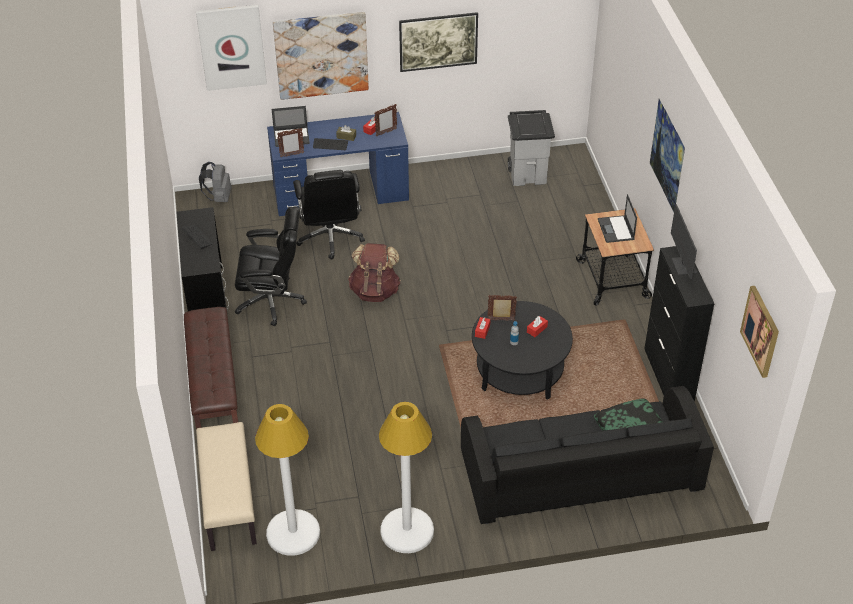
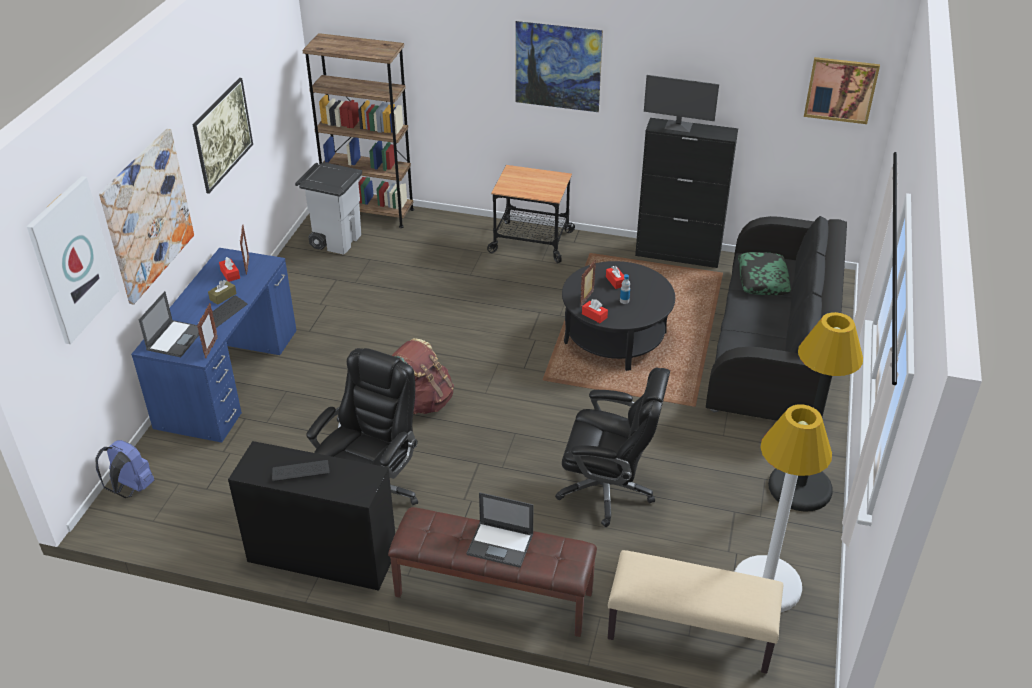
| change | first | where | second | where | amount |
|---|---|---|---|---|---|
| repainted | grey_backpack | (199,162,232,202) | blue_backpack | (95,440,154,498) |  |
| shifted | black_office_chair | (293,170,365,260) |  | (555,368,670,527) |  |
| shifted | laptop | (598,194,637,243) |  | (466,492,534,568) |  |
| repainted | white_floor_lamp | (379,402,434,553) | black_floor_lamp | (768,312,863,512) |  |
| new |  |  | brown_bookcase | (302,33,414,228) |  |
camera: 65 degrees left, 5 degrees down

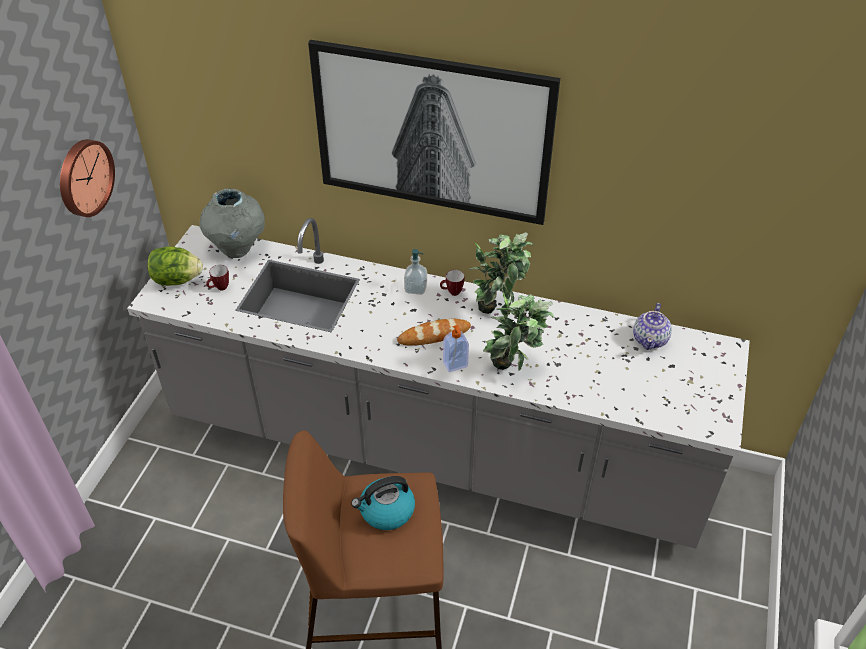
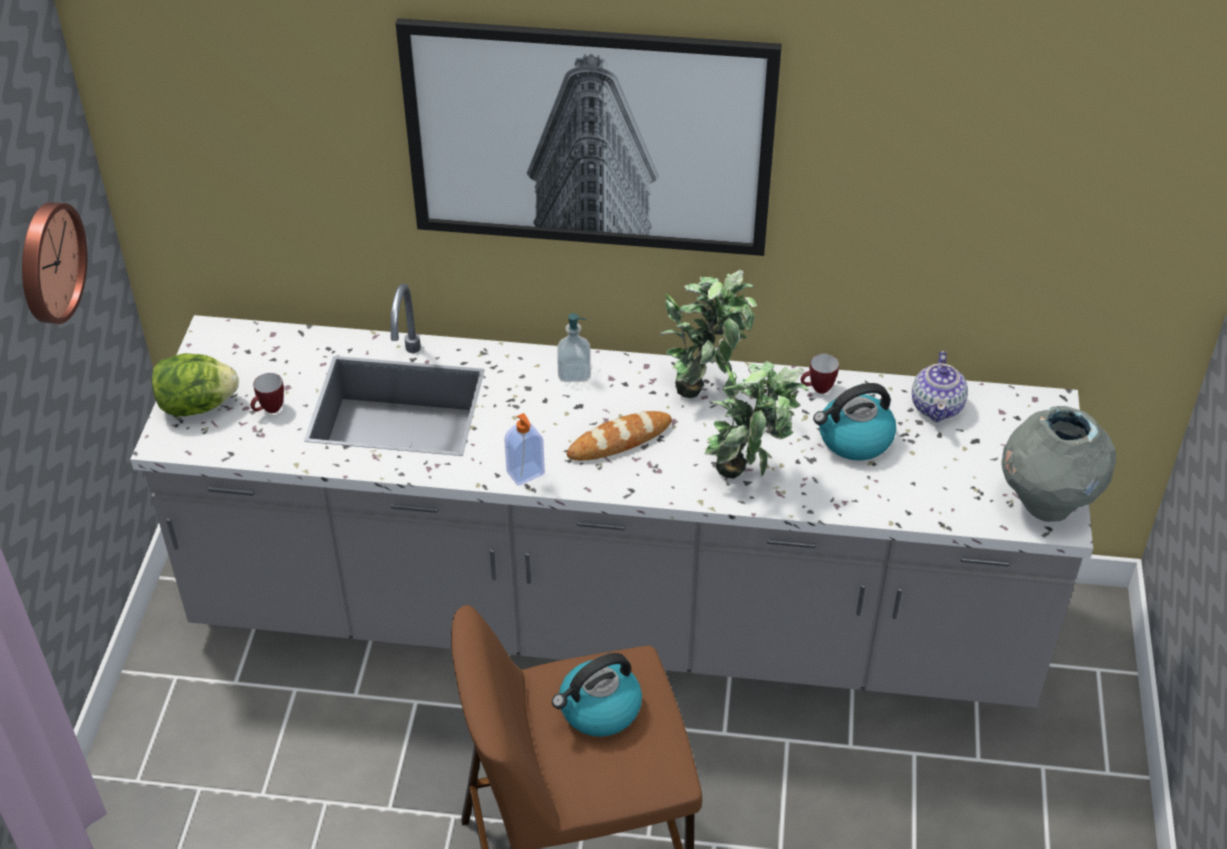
| change | first | where | second | where | amount |
|---|---|---|---|---|---|
| shifted | grey_vase | (199,189,265,258) |  | (1002,406,1116,522) |  |
| shifted | mug | (440,270,464,296) |  | (801,354,839,394) |  |
| shifted | soap_dispenser | (443,325,469,372) |  | (504,413,545,486) |  |
| new |  |  | kettle | (813,383,896,461) |  |
camera: 10 degrees left, 0 degrees up

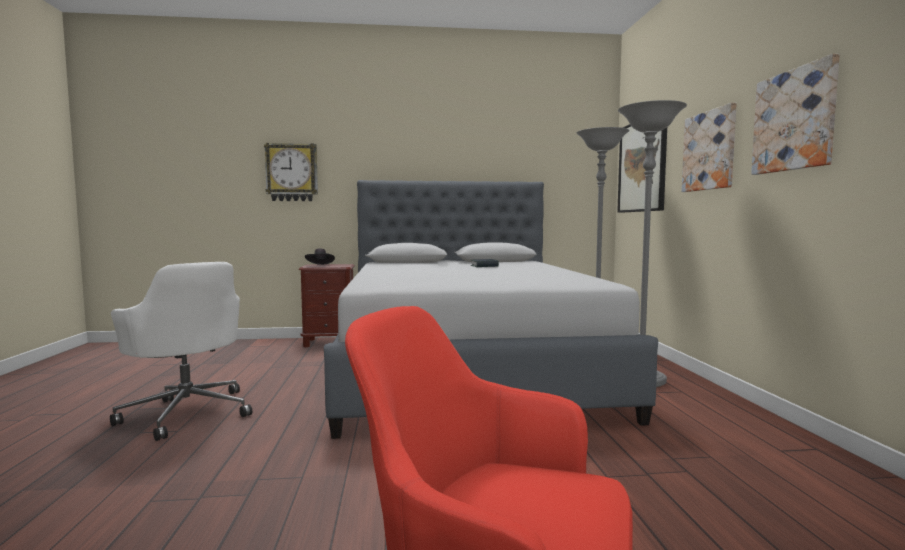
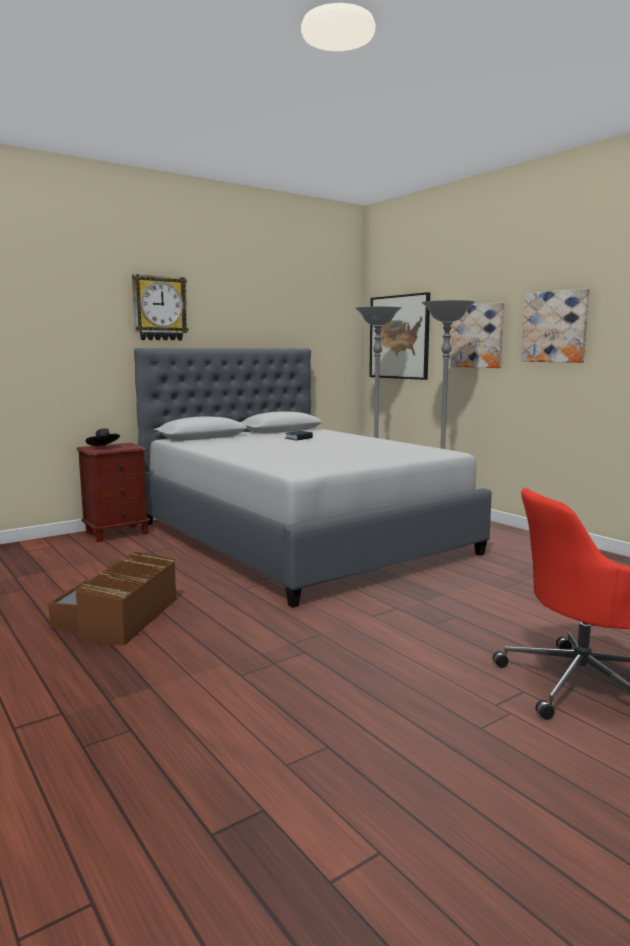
| change | first | where | second | where | amount |
|---|---|---|---|---|---|
| shifted | wall_clock | (264,143,318,201) |  | (132,274,189,340) |  |
| swapped | white_office_chair | (110,262,252,441) | brown_storage_box | (48,552,176,646) |  |
camera: 30 degrees left, 5 degrees up

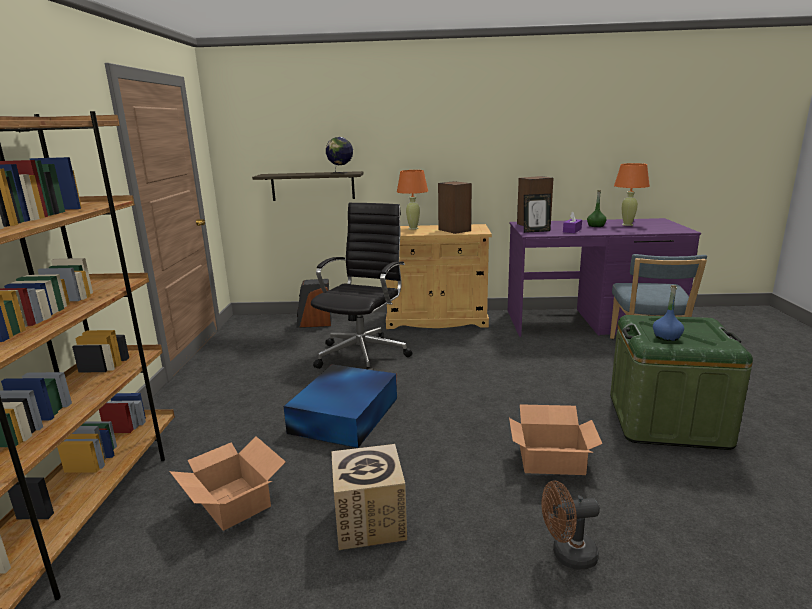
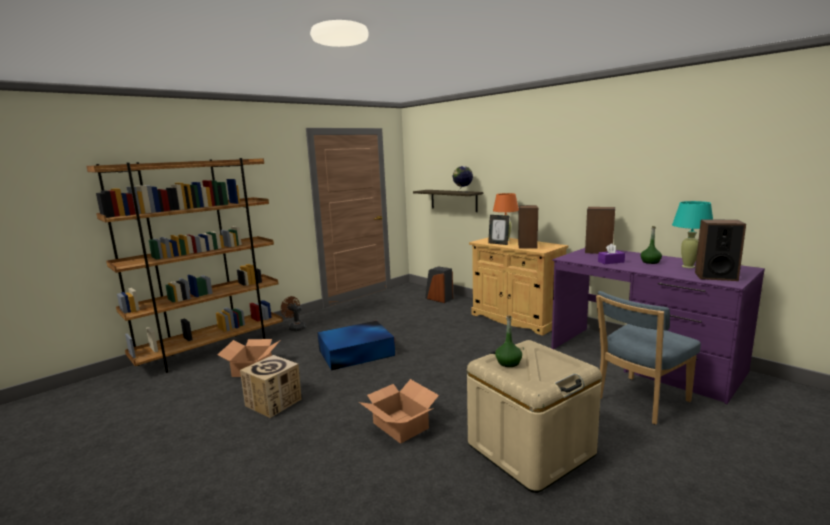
| change | first | where | second | where | amount |
|---|---|---|---|---|---|
| repainted | orange_table_lamp | (614,163,650,226) | turquoise_table_lamp | (672,201,713,268) |  |
| shifted | picture_frame | (524,194,551,233) |  | (488,215,509,245) |  |
| gone | black_office_chair | (311,203,412,370) |  |  |  |
| repainted | blue_bottle | (653,285,684,341) | green_bottle | (495,315,522,367) |  |
| repainted | green_storage_box | (610,315,753,450) | beige_storage_box | (467,340,602,493) |  |
| shifted | brown_fan | (541,480,600,570) |  | (281,296,306,331) |  |
| new |  |  | speaker | (695,219,746,281) |  |
camera: 45 degrees right, 5 degrees down

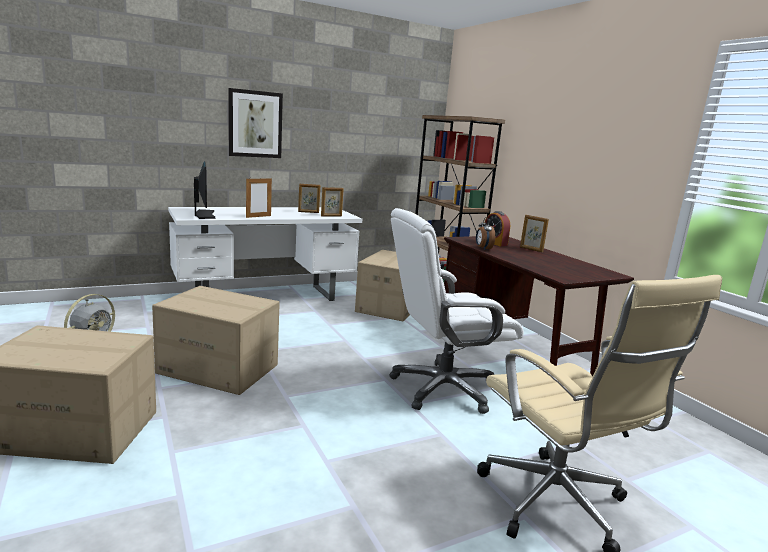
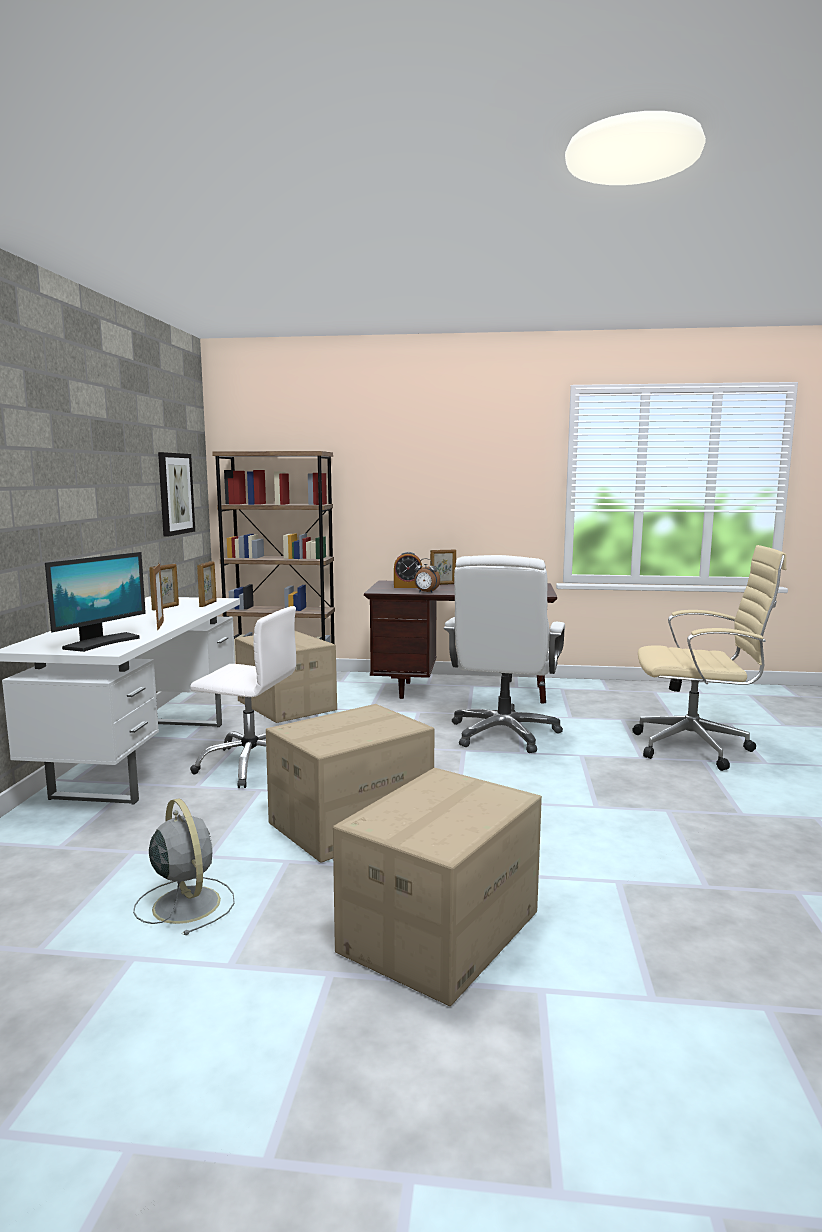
| change | first | where | second | where | amount |
|---|---|---|---|---|---|
| shifted | picture | (228,88,283,158) |  | (158,452,195,537) |  |
| rotated | monitor | (194,161,215,219) |  | (45,552,146,652) | 105 degrees clockwise |
| new |  |  | white_office_chair | (190,606,296,788) |  |
camera: 55 degrees left, 5 degrees down

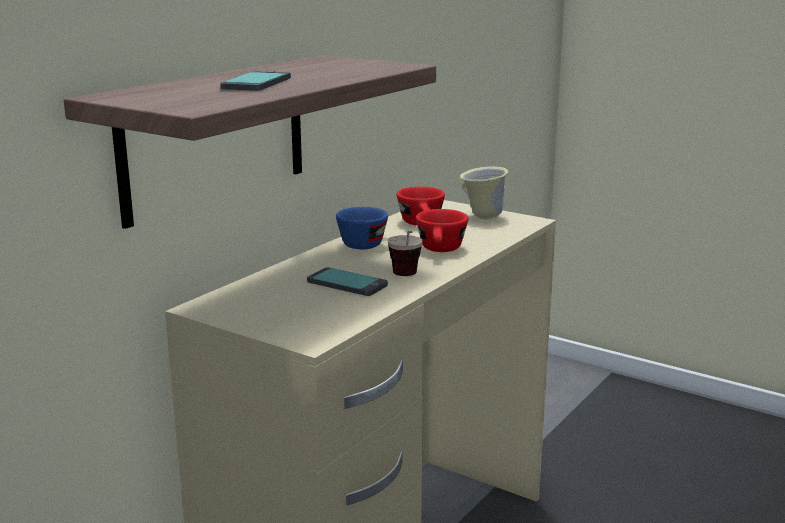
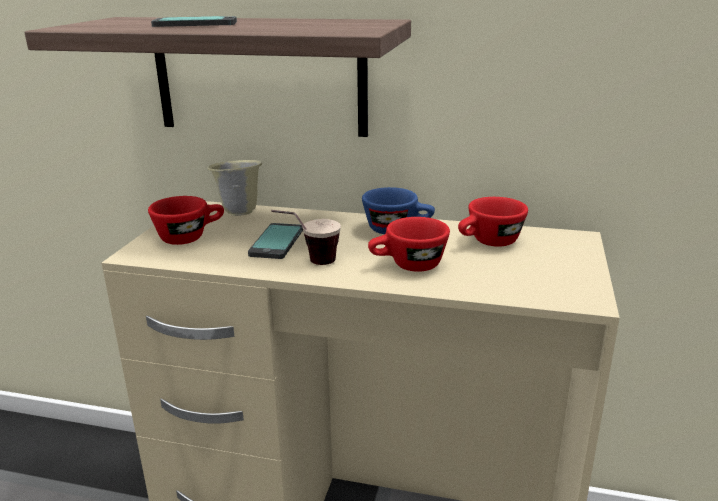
| change | first | where | second | where | amount |
|---|---|---|---|---|---|
| shifted | beige_mug | (460,167,508,220) |  | (207,160,262,216) |  |
| new |  |  | red_cup | (148,196,224,245) |  |
camera: 70 degrees right, 5 degrees up

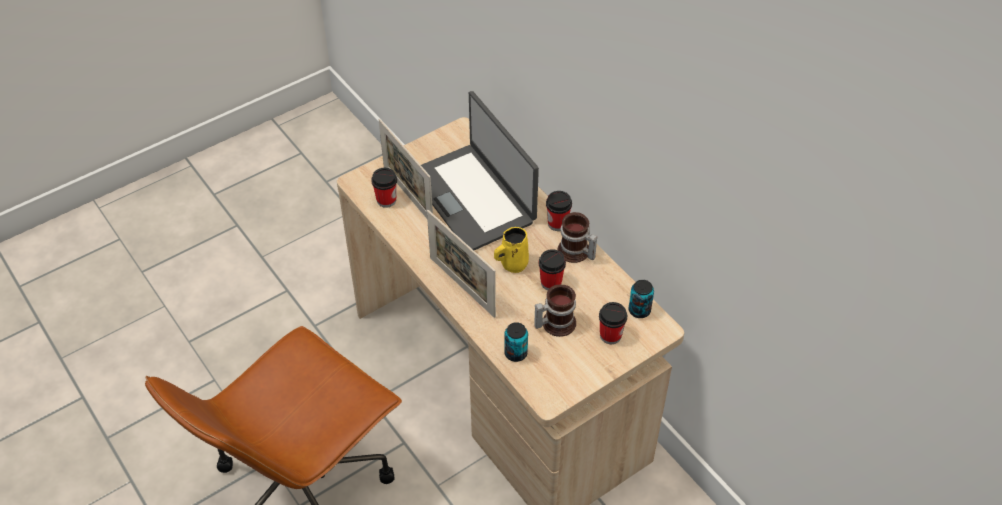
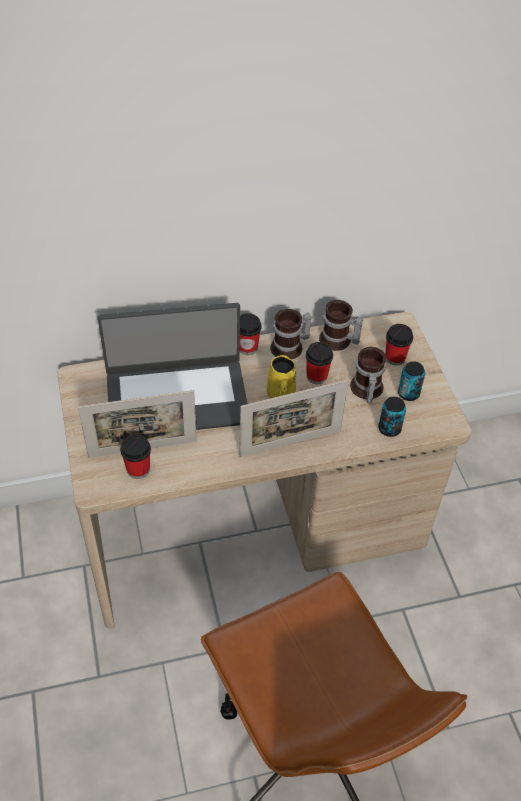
| change | first | where | second | where | amount |
|---|---|---|---|---|---|
| shifted | can | (629,280,654,318) |  | (398,361,425,401) |  |
| new |  |  | mug | (319,300,363,351) |  |
camera: 70 degrees left, 0 degrees up

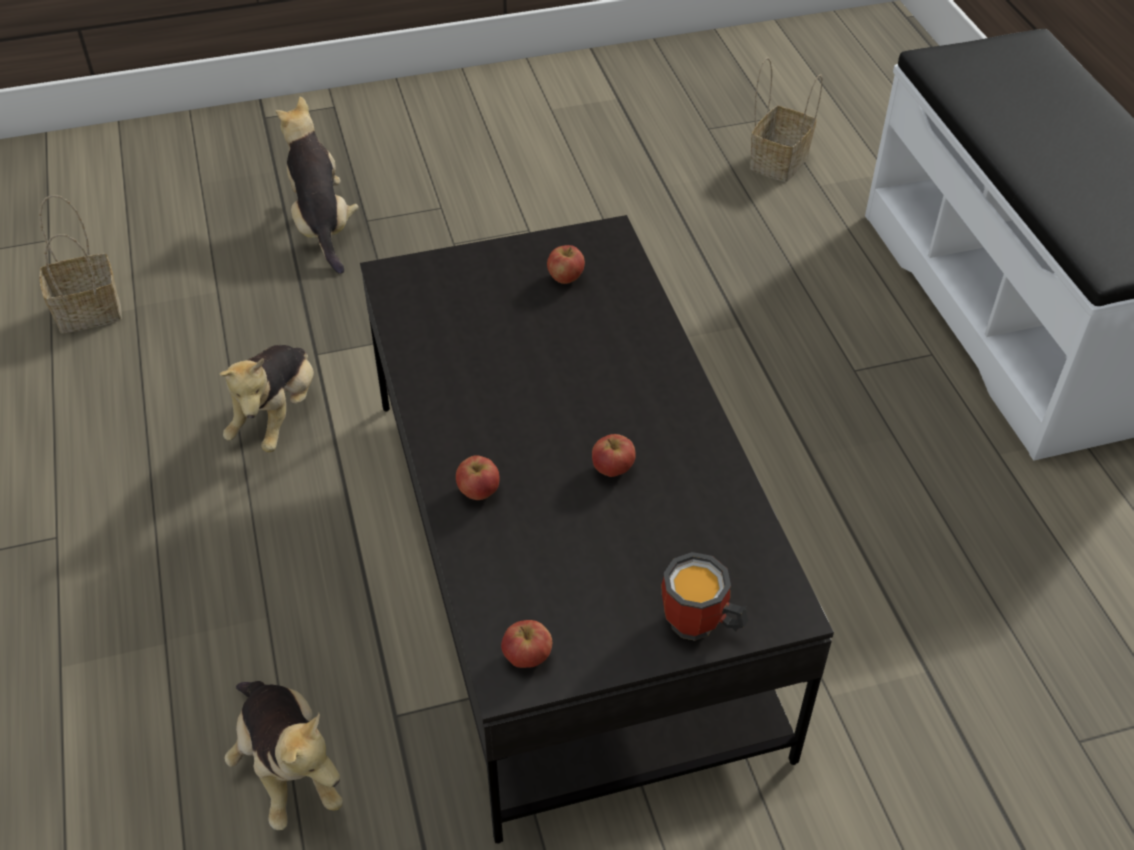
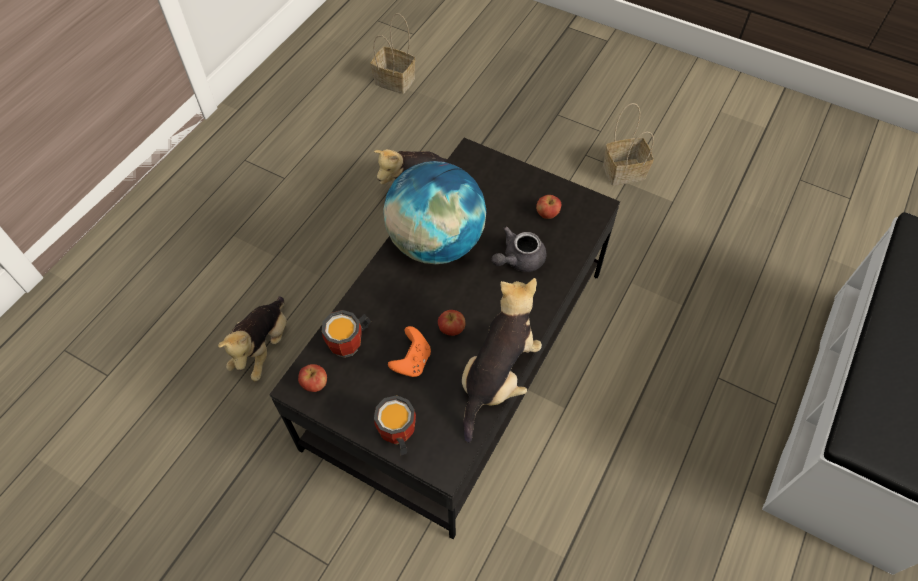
| change | first | where | second | where | amount |
|---|---|---|---|---|---|
| shifted | basket | (750,57,822,182) |  | (603,103,654,185) |  |
| shifted | plush_toy | (276,96,359,274) |  | (462,278,542,443) |  |
| gone | apple | (456,455,499,500) |  |  |  |
| new |  |  | globe | (383,161,486,264) |  |
| new |  |  | grey_teapot | (492,226,546,272) |  |
| new |  |  | mug | (321,310,371,358) |  |
| new |  |  | orange_game_controller | (388,326,431,377) |  |
camera: 45 degrees right, 10 degrees up

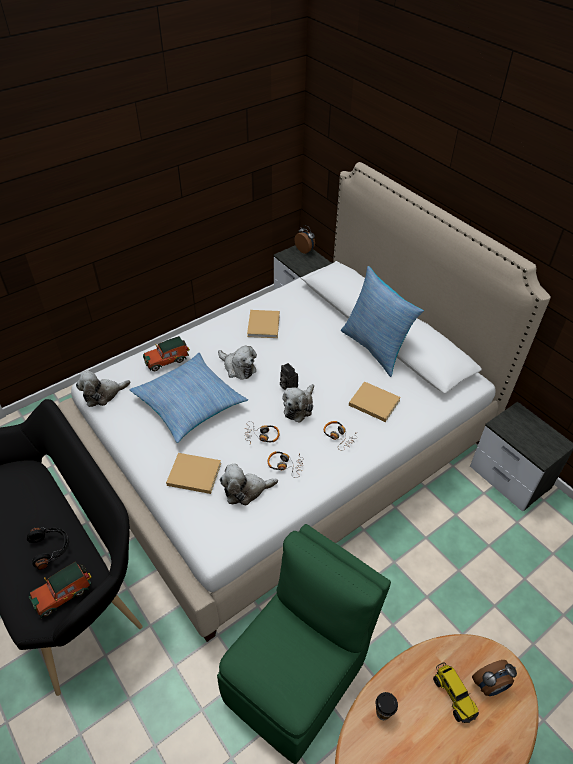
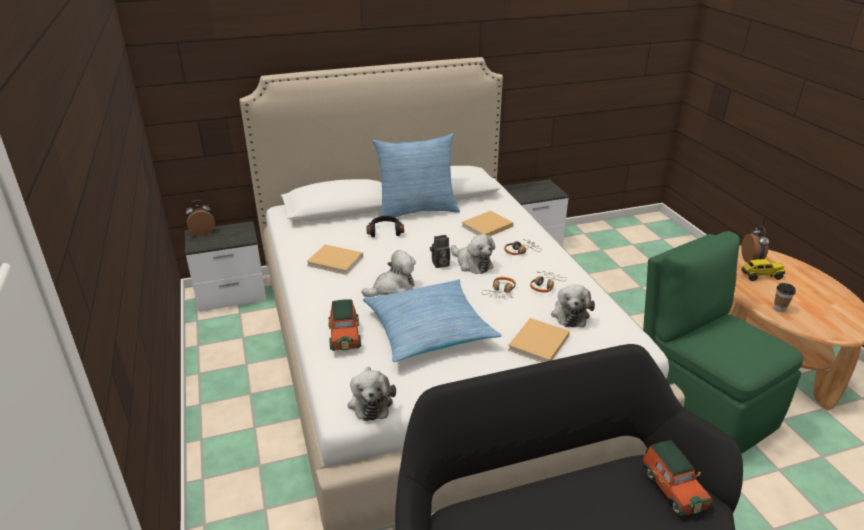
| change | first | where | second | where | amount |
|---|---|---|---|---|---|
| shifted | black_headphones | (27,527,69,570) |  | (367,216,404,237) |  |
camera: 70 degrees left, 15 degrees down

